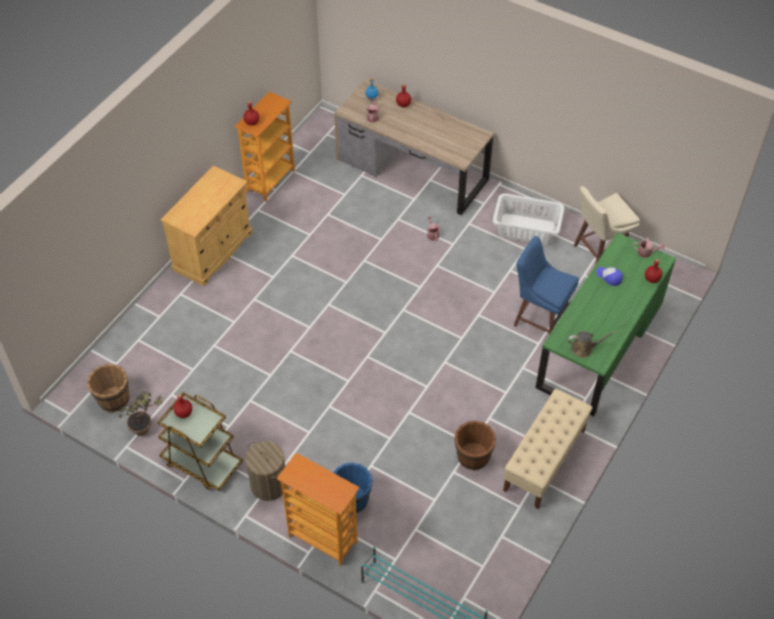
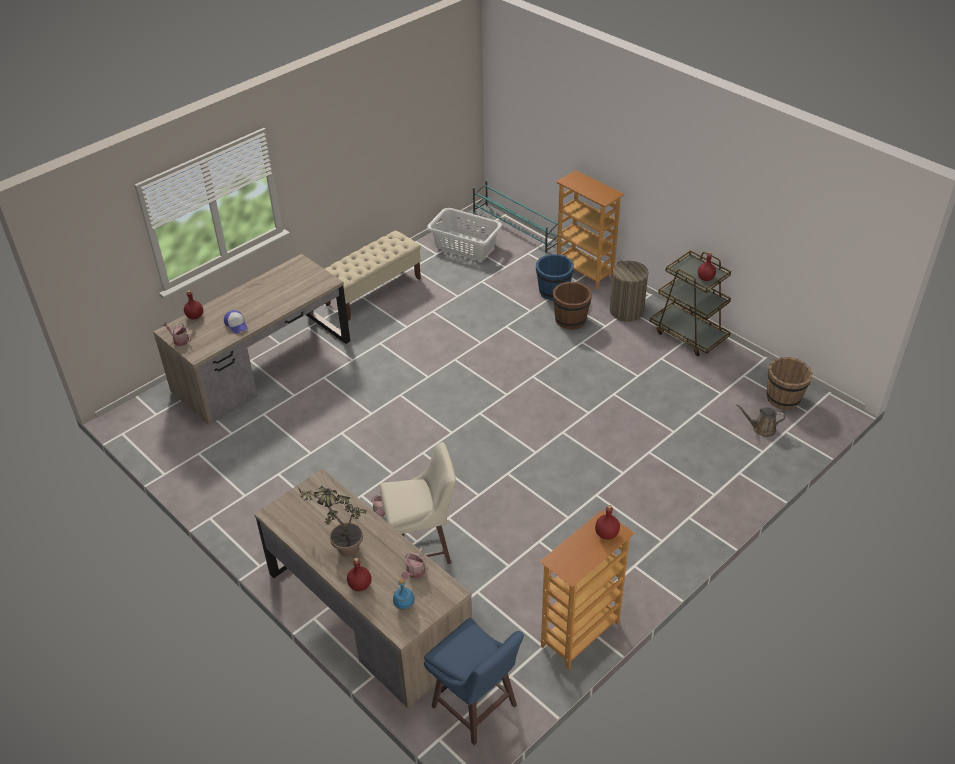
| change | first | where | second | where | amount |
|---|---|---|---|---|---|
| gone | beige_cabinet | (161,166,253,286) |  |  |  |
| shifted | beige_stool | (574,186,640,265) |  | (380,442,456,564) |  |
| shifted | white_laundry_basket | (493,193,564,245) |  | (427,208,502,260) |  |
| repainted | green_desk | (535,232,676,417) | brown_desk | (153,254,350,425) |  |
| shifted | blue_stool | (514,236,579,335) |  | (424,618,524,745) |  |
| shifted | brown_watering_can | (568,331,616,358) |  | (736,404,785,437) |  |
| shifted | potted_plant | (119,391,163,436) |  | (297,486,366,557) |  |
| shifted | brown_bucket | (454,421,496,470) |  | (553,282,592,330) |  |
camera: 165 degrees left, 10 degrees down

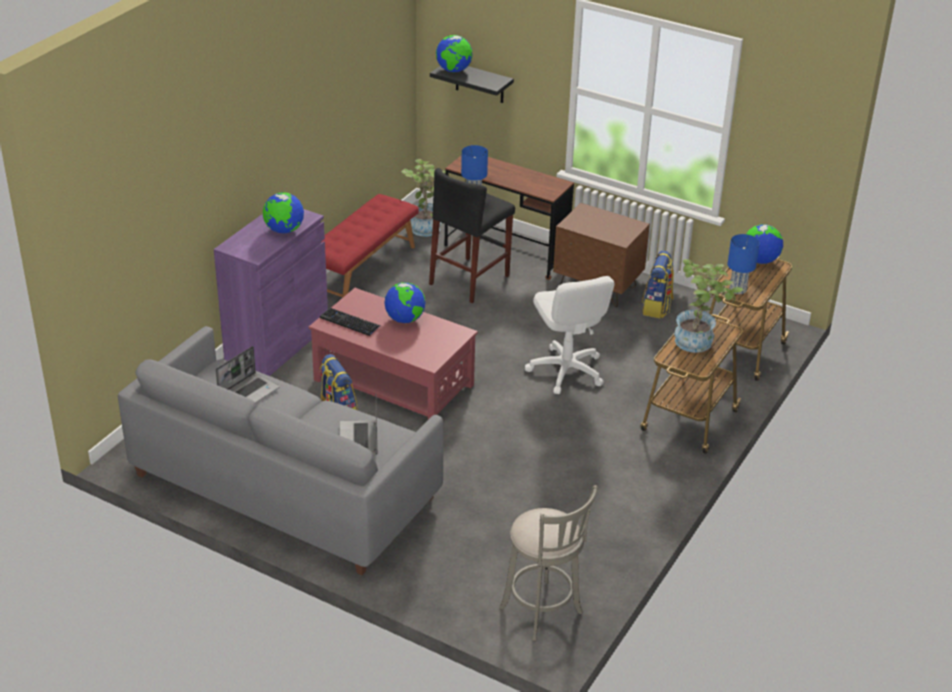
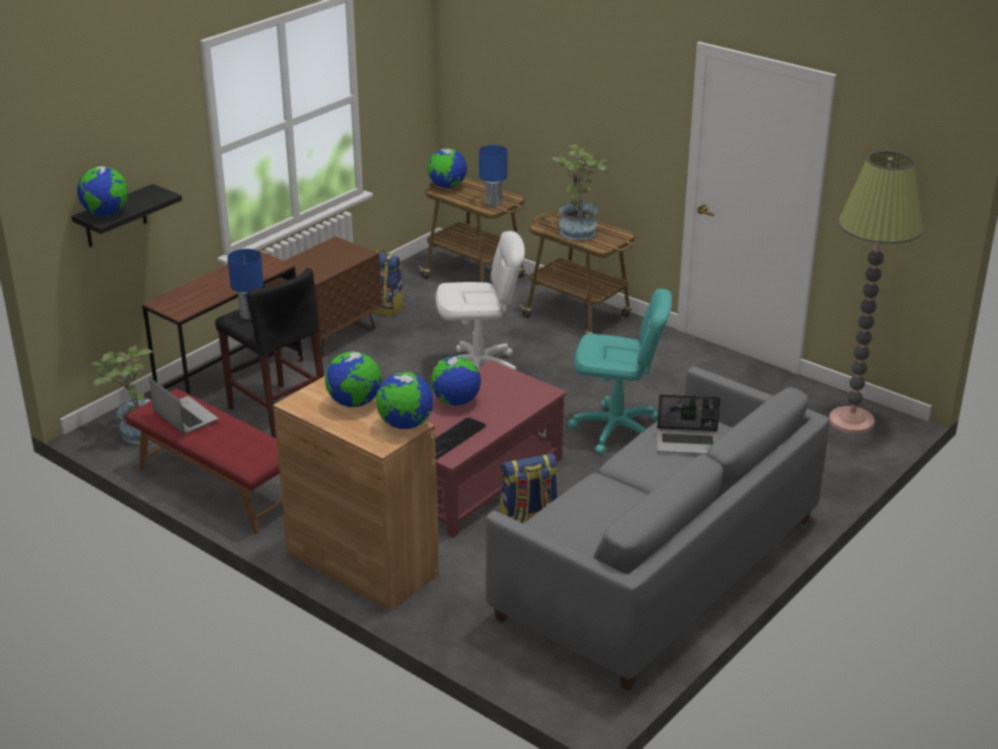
| change | first | where | second | where | amount |
|---|---|---|---|---|---|
| repainted | purple_cabinet | (214,209,328,376) | brown_cabinet | (273,376,439,611) |  |
| shifted | laptop | (215,346,280,403) |  | (149,377,218,434) |  |
| swapped | grey_stool | (499,485,598,641) | floor_lamp | (829,151,923,434) |  |
| new |  |  | turquoise_office_chair | (568,289,672,454) |  |
| new |  |  | globe | (376,372,434,429) |  |
camera: 80 degrees left, 5 degrees down

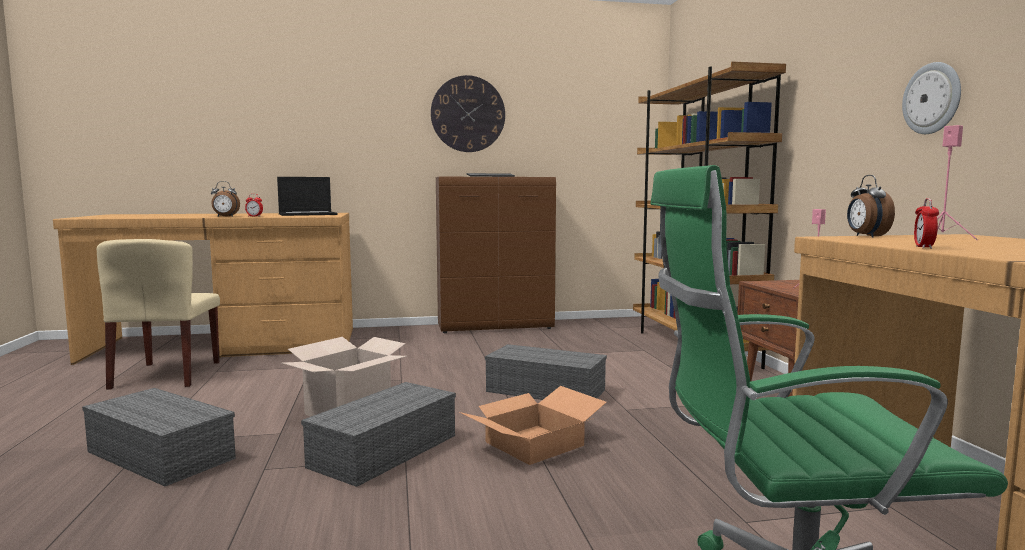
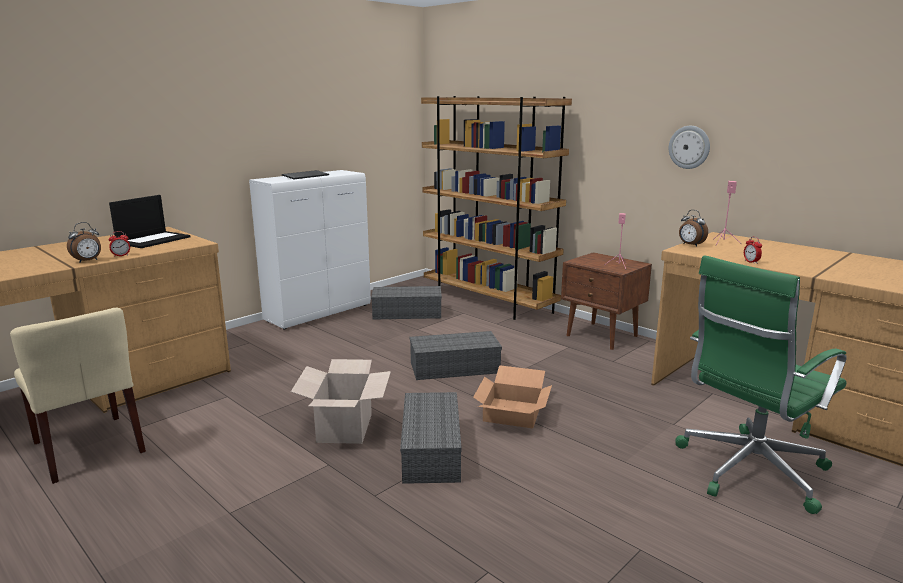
| change | first | where | second | where | amount |
|---|---|---|---|---|---|
| gone | wall_clock | (431,75,505,152) |  |  |  |
| repainted | brown_cabinet | (436,177,556,333) | white_cabinet | (249,170,371,330) |  |
| shifted | grey_storage_box | (82,388,236,486) |  | (371,286,442,320) |  |
camera: 35 degrees left, 10 degrees up

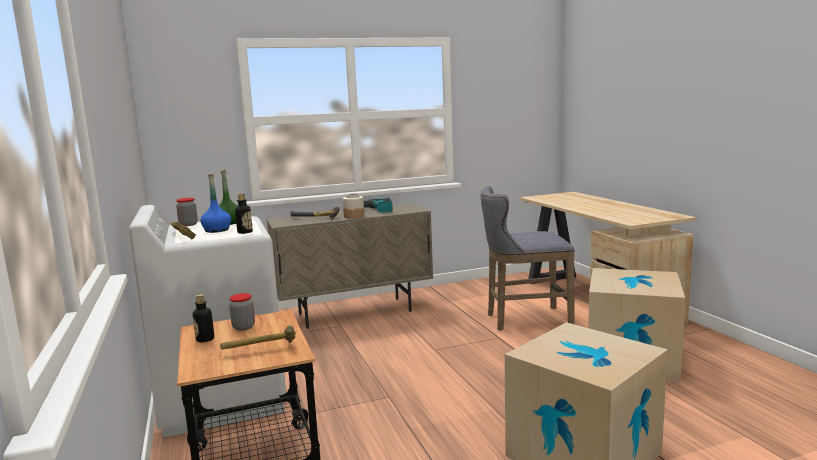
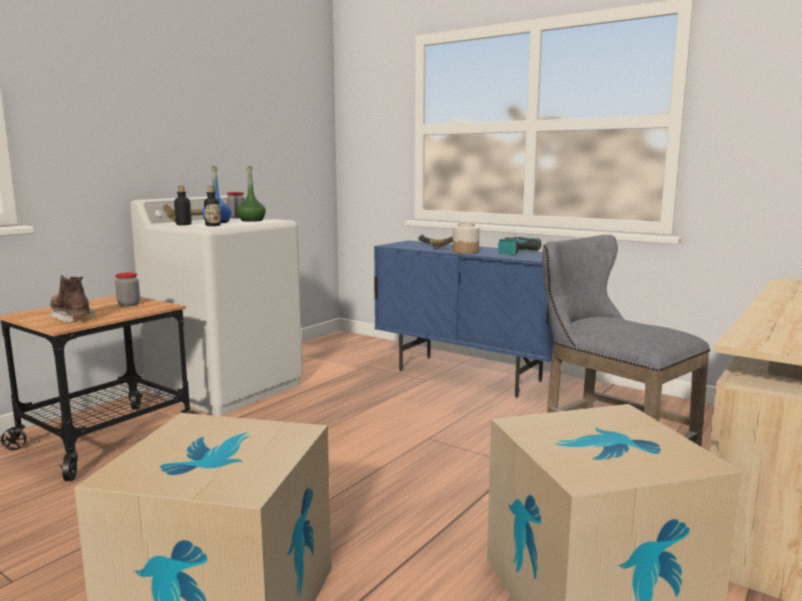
| change | first | where | second | where | amount |
|---|---|---|---|---|---|
| repainted | beige_cabinet | (266,204,433,329) | blue_cabinet | (374,240,553,398) |  |
| shifted | bottle | (193,294,214,342) |  | (174,186,192,225) |  |
| swapped | hammer | (220,326,296,350) | brown_boot | (50,275,95,323) |  |
camera: 55 degrees right, 0 degrees up

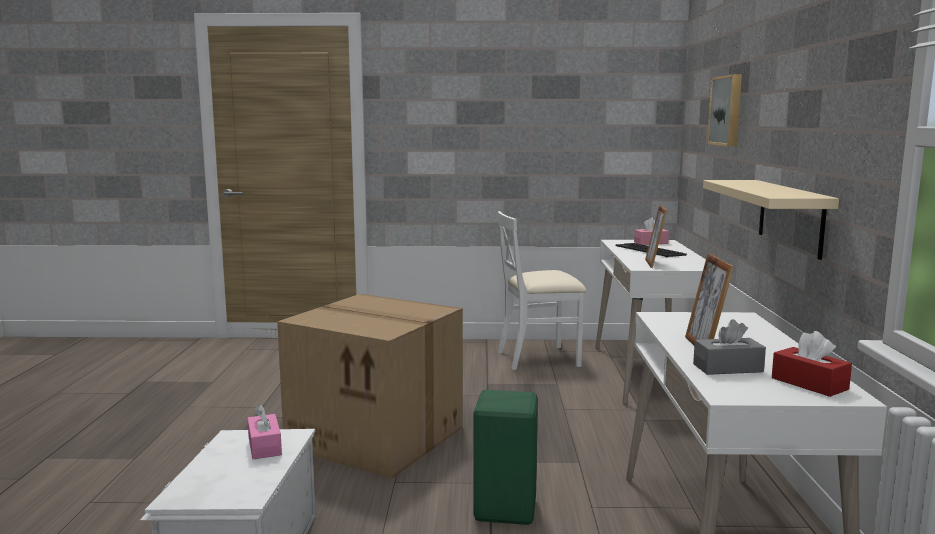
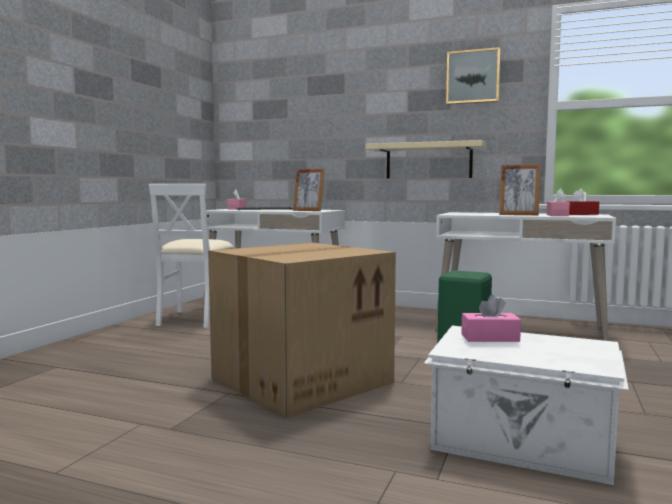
| change | first | where | second | where | amount |
|---|---|---|---|---|---|
| shifted | picture | (707,74,742,146) |  | (446,47,500,105) |  |
| repainted | grey_tissue_box | (693,319,766,375) | pink_tissue_box | (547,189,570,216) |  |
camera: 70 degrees left, 5 degrees down

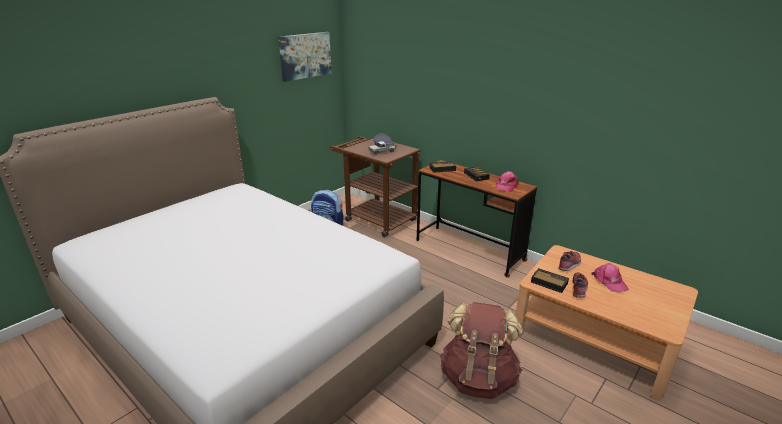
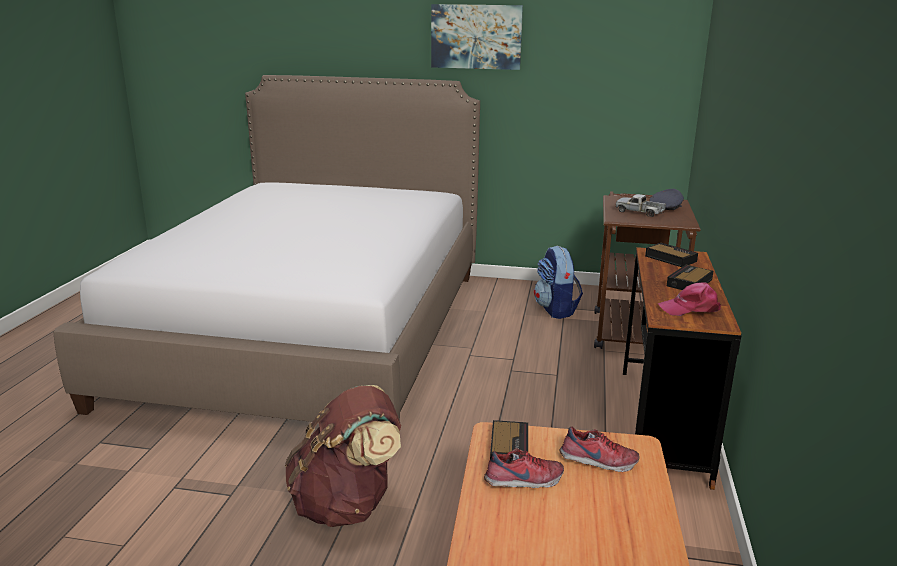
| change | first | where | second | where | amount |
|---|---|---|---|---|---|
| shifted | picture | (278,32,332,82) |  | (431,4,523,70) |  |
| gone | pink_cap | (591,263,629,292) |  |  |  |
camera: 60 degrees right, 5 degrees down

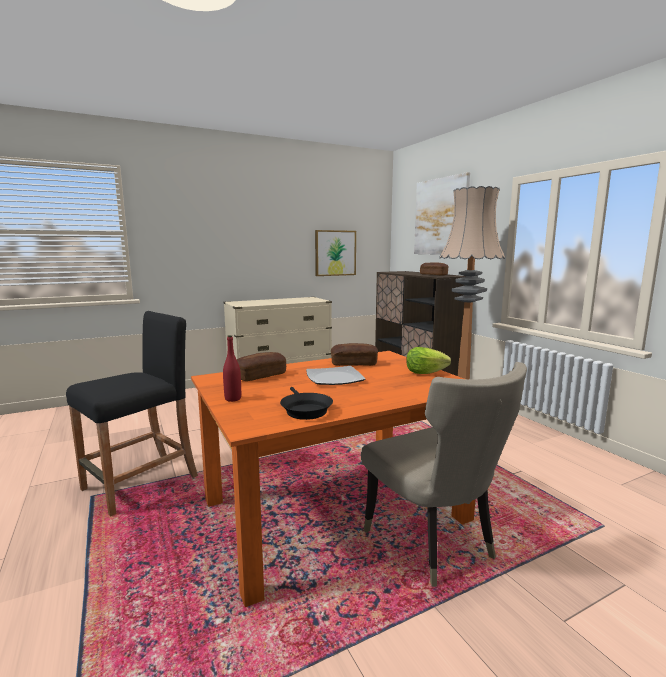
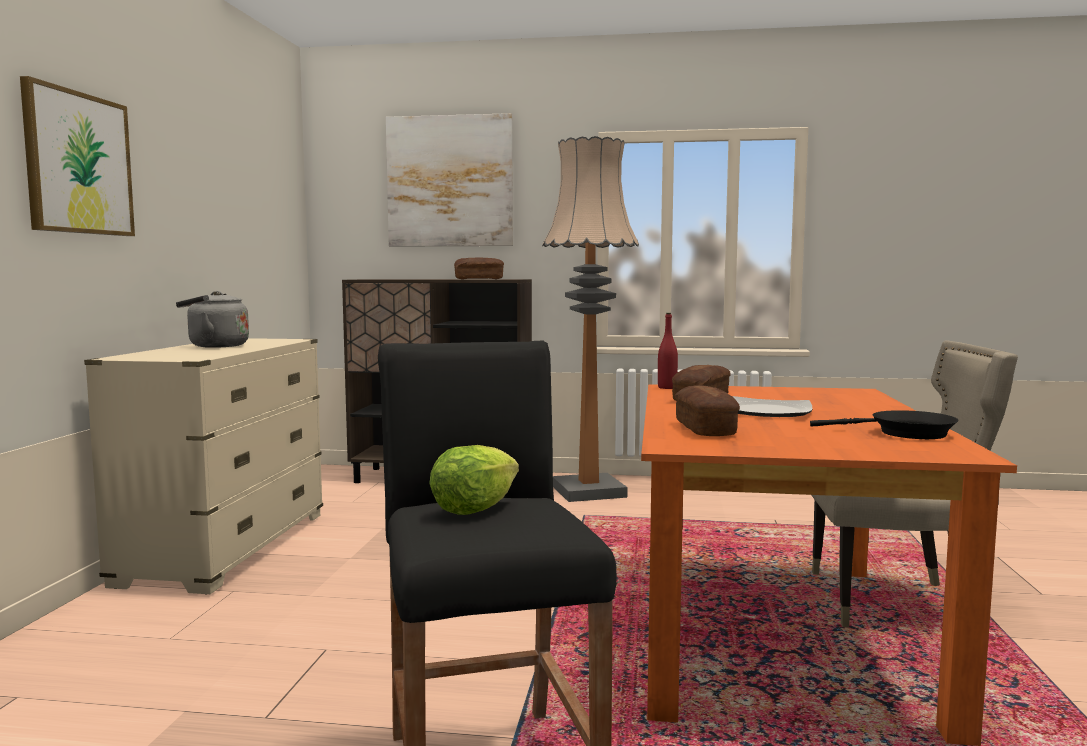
| change | first | where | second | where | amount |
|---|---|---|---|---|---|
| shifted | picture | (315,230,356,276) |  | (20,76,135,236) |  |
| shifted | red_bottle | (223,335,241,402) |  | (658,313,678,389) |  |
| shifted | lettuce | (406,347,451,374) |  | (429,445,519,515) |  |
| new |  |  | grey_kettle | (176,291,249,348) |  |
camera: 55 degrees left, 5 degrees down

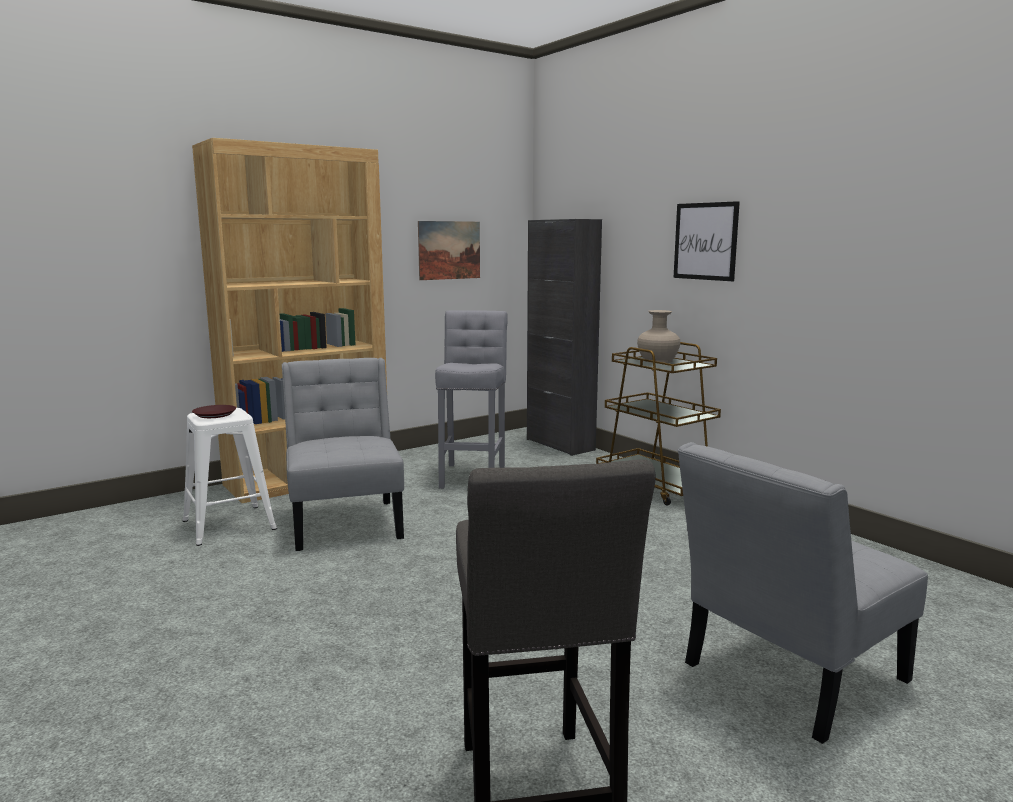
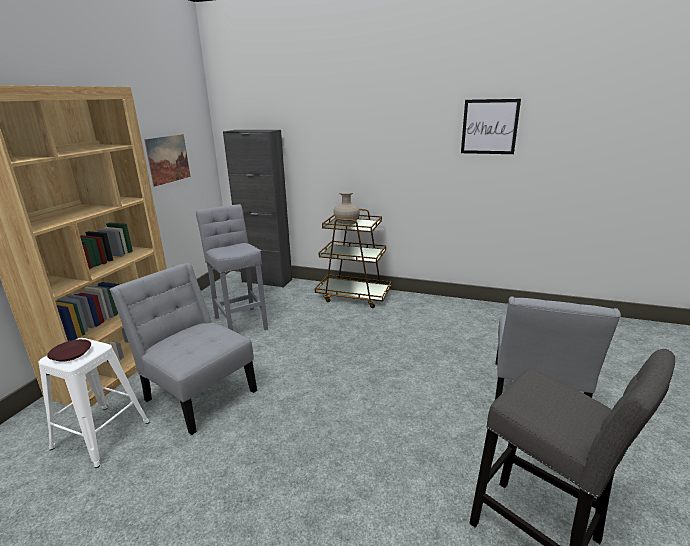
| change | first | where | second | where | amount |
|---|---|---|---|---|---|
| shifted | picture | (674,201,740,281) |  | (461,99,521,154) |  |
camera: 35 degrees left, 10 degrees up

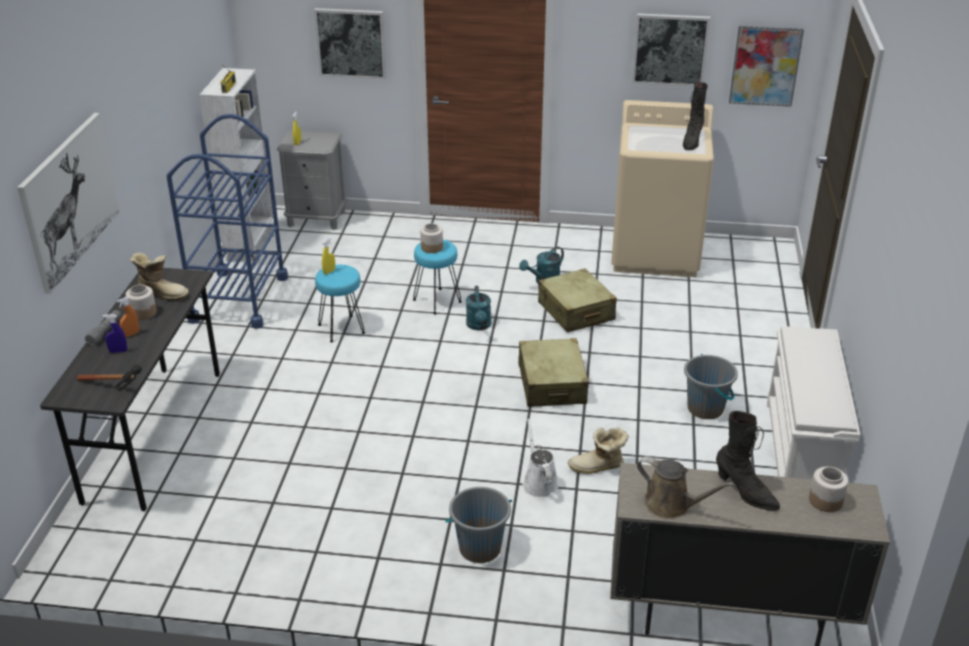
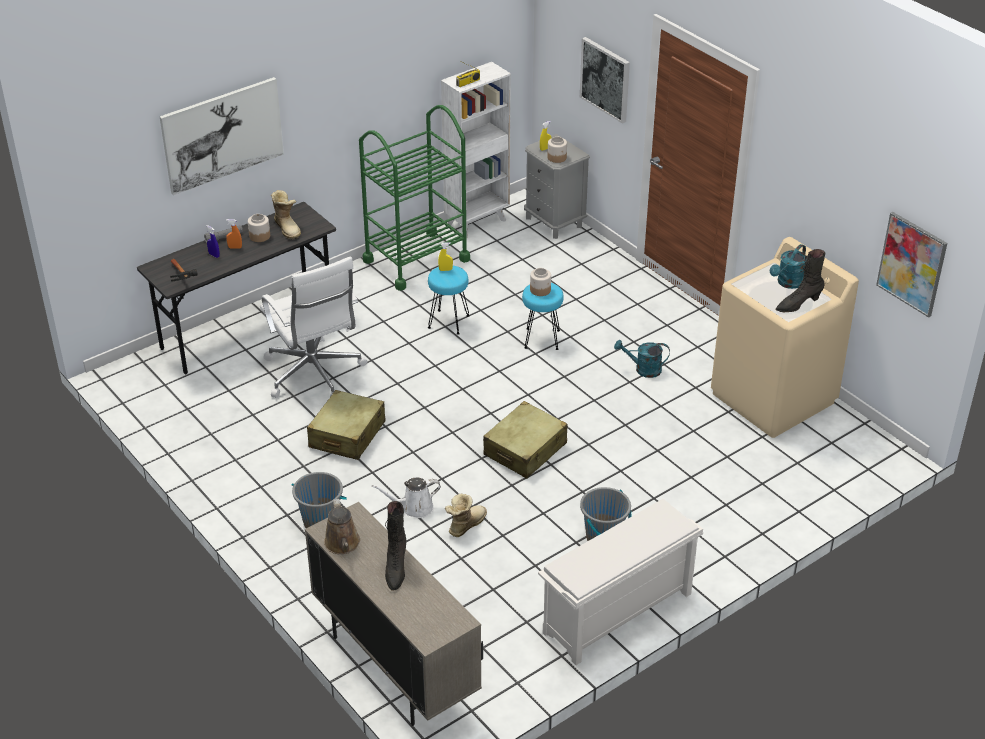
| change | first | where | second | where | amount |
|---|---|---|---|---|---|
| gone | picture | (632,13,710,87) |  |  |  |
| repainted | blue_cart | (167,114,288,329) | green_cart | (359,105,470,291) |  |
| shifted | beige_suitcase | (538,268,617,332) |  | (307,390,386,460) |  |
| shifted | turquoise_watering_can | (466,286,491,330) |  | (770,244,807,289) |  |
| rotated | white_watering_can | (523,418,559,498) |  | (372,477,441,518) | 135 degrees counterclockwise |
| rotated | boot | (568,427,629,474) |  | (445,494,487,537) | 90 degrees clockwise |
| shifted | jar | (809,467,848,512) |  | (547,137,567,163) |  |
| new |  |  | white_office_chair | (260,256,368,398) |  |
camera: 45 degrees right, 5 degrees up

